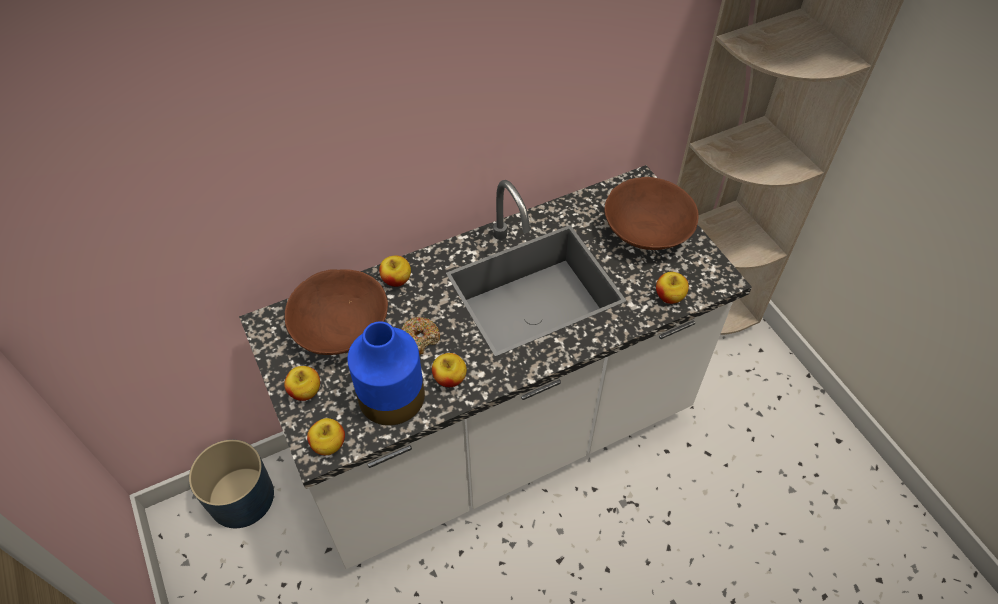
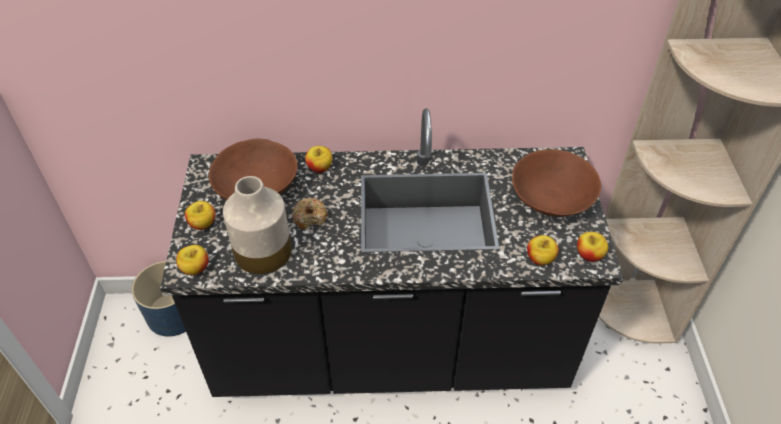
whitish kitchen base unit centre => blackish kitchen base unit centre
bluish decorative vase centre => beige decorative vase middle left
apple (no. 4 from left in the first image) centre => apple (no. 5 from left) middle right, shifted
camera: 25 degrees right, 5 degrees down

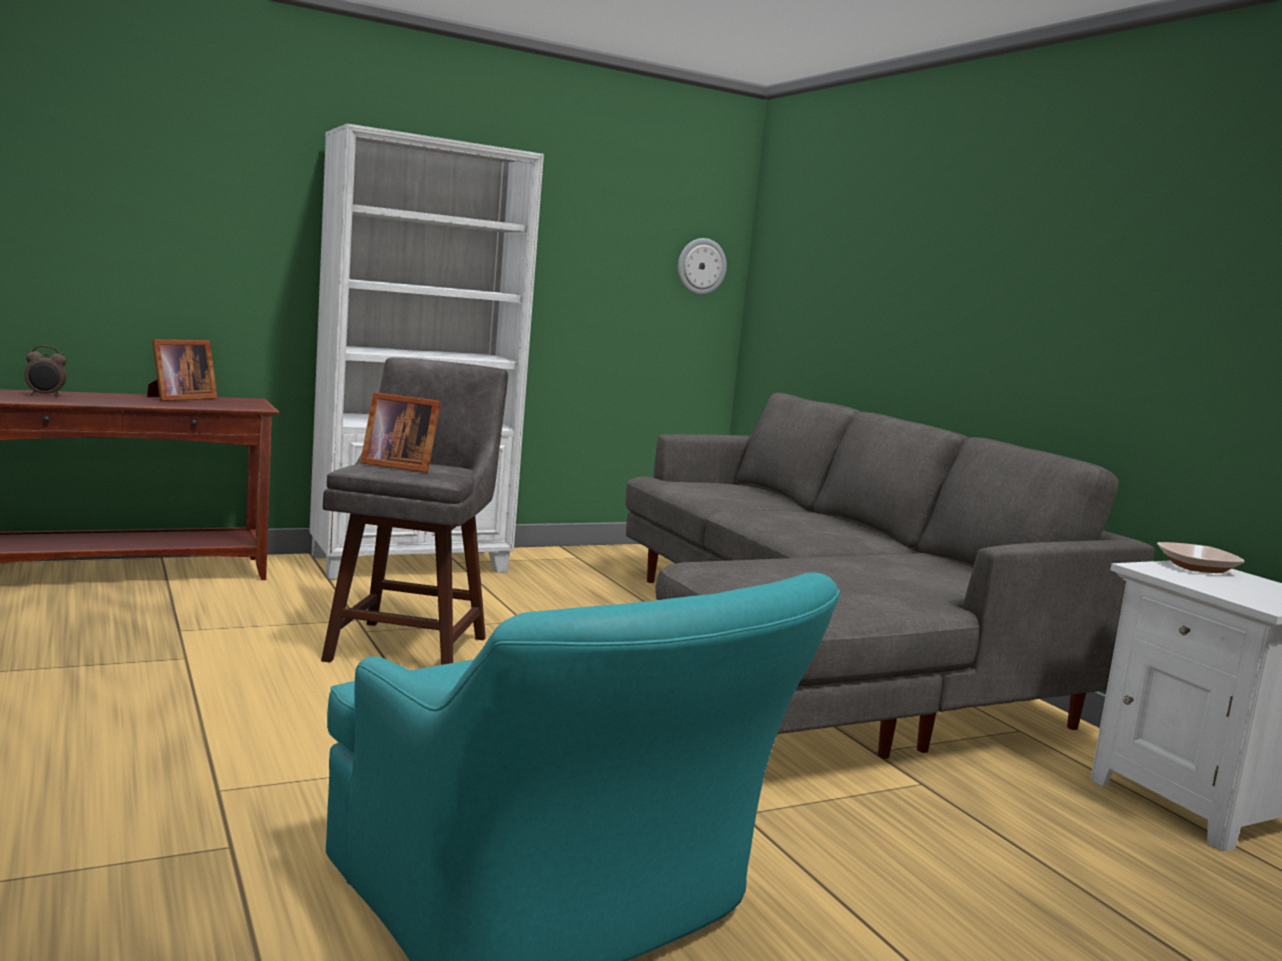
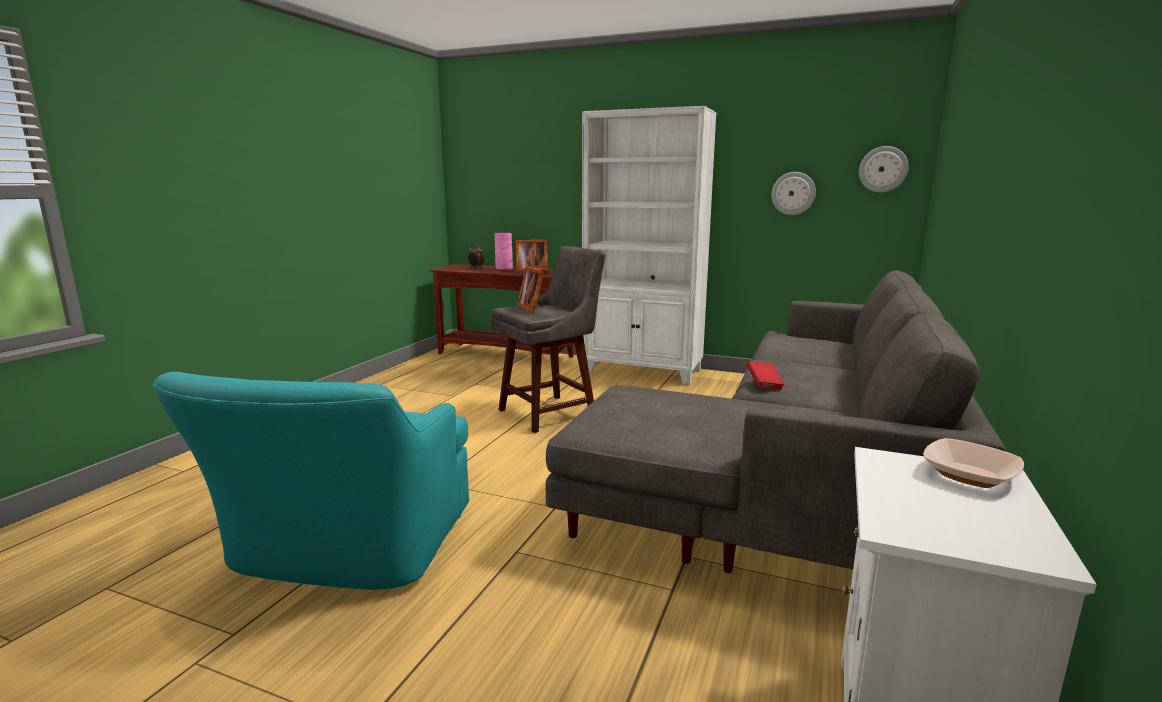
nothing => pinkish decorative vase centre
nothing => reddish bound book centre
nothing => clock on the wall (no. 1 from left) top right
camera: 50 degrees right, 5 degrees up

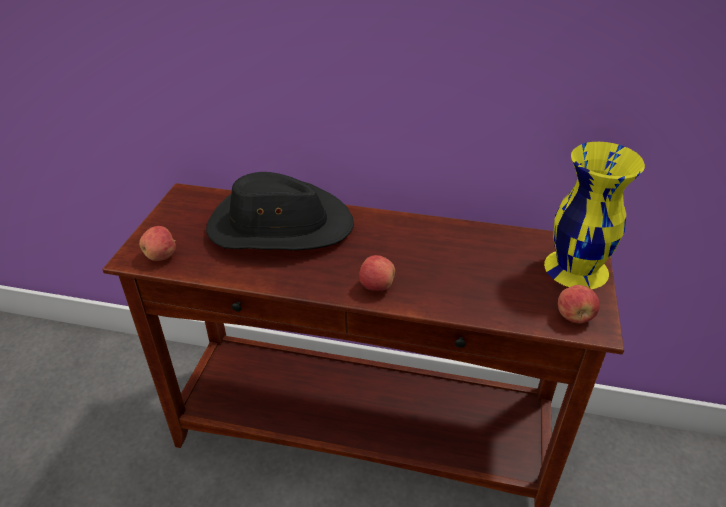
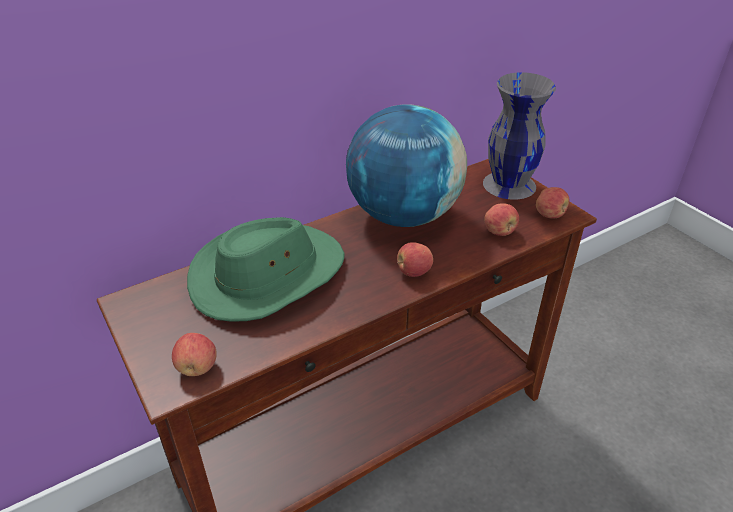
blackish hat centre => greenish hat centre
nothing => world globe top centre
yellowish decorative vase middle right => grey decorative vase top right
nothing => apple (no. 3 from left) middle right
camera: 45 degrees left, 0 degrees up

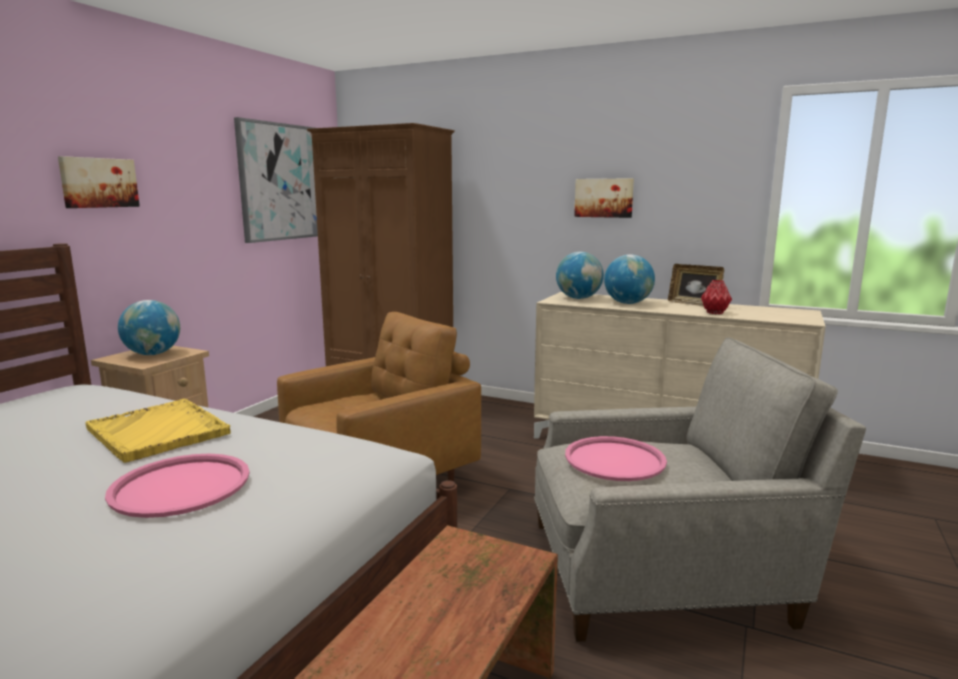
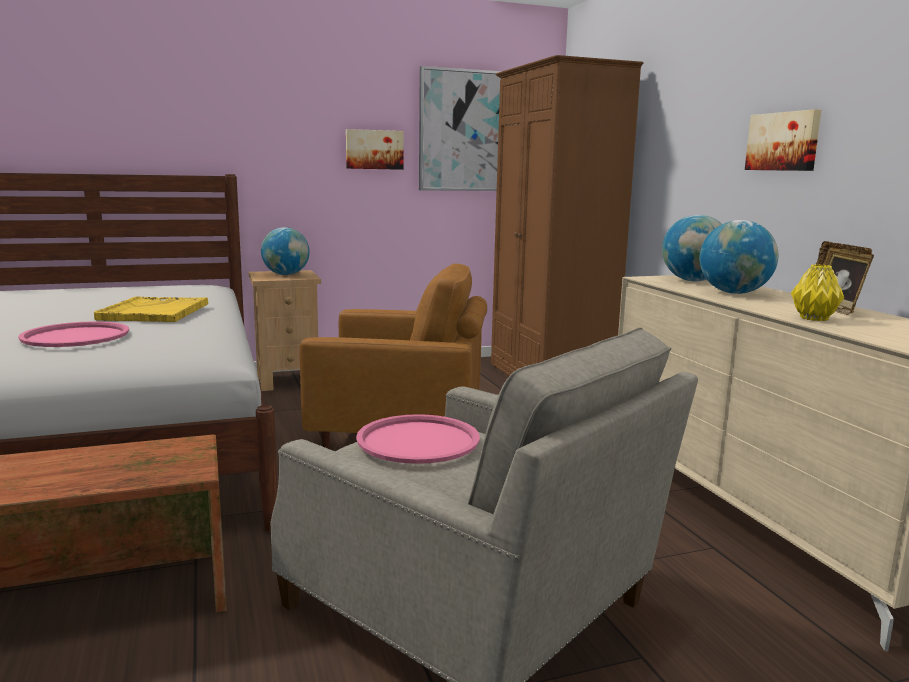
picture (no. 1 from left) top left => picture (no. 1 from left) top centre, shifted
reddish decorative vase middle right => yellowish decorative vase middle right
camera: 45 degrees right, 0 degrees up

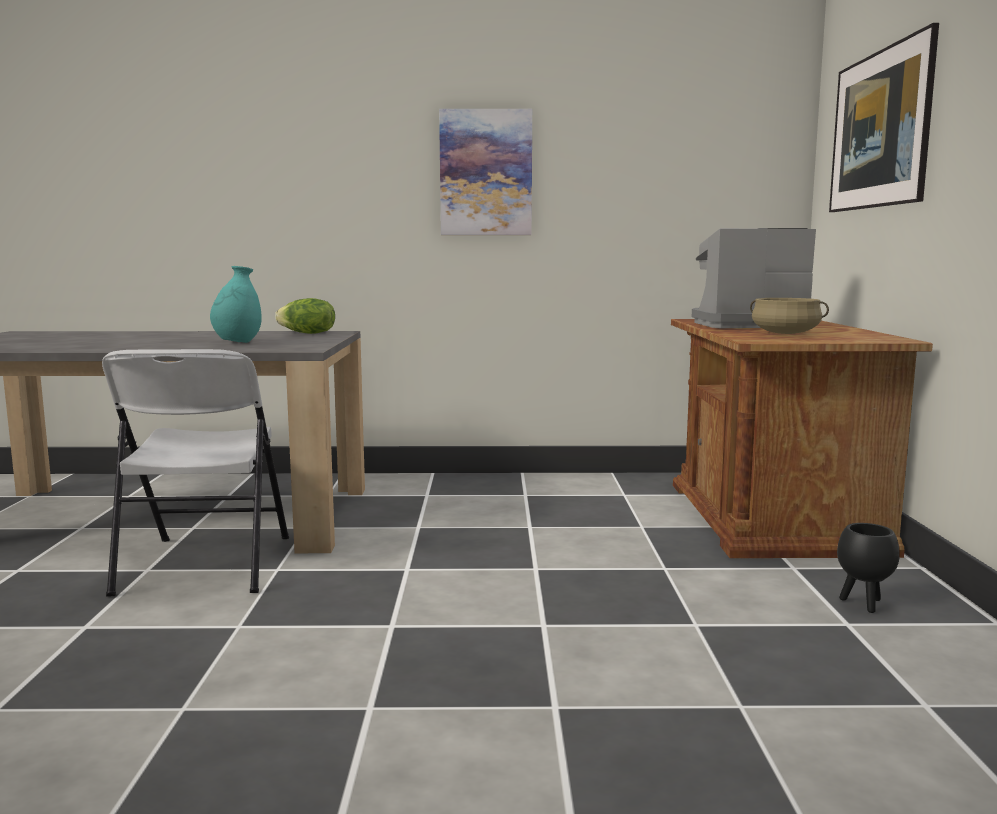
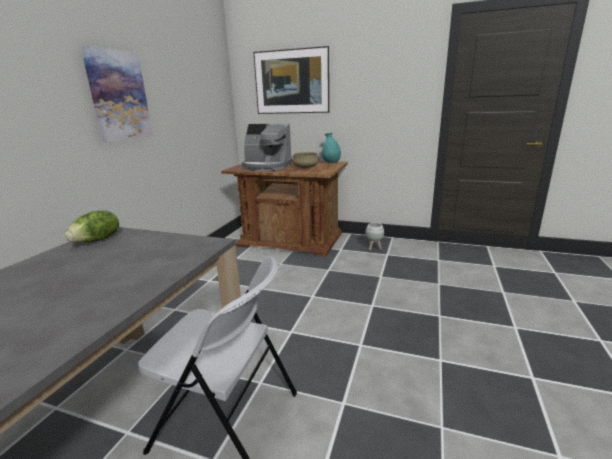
coffee maker middle right => coffee maker top centre, 90 degrees counterclockwise
turquoise decorative vase middle left => turquoise decorative vase top centre, shifted
blackish flower pot bottom right => whitish flower pot centre
camera: 70 degrees left, 10 degrees up

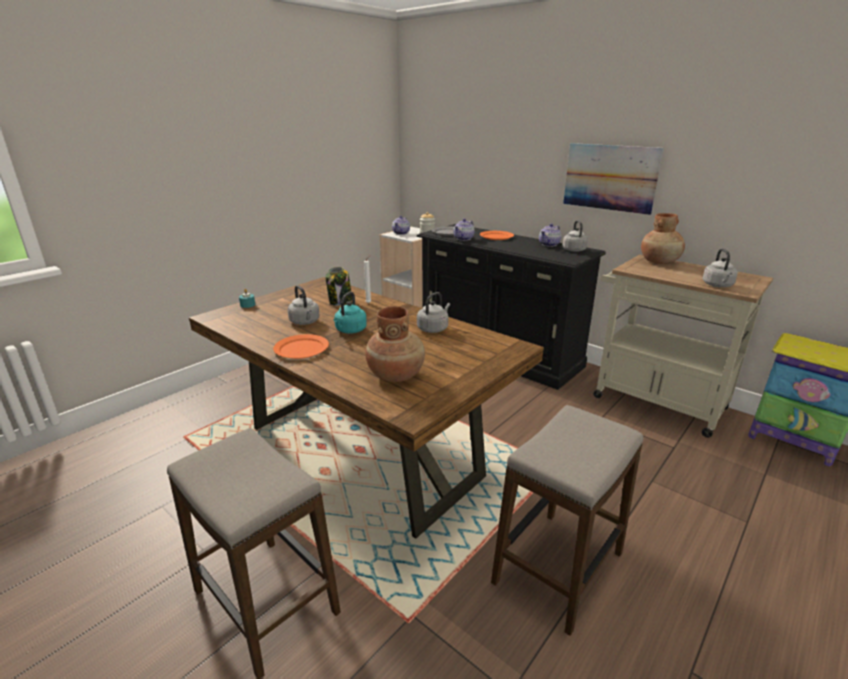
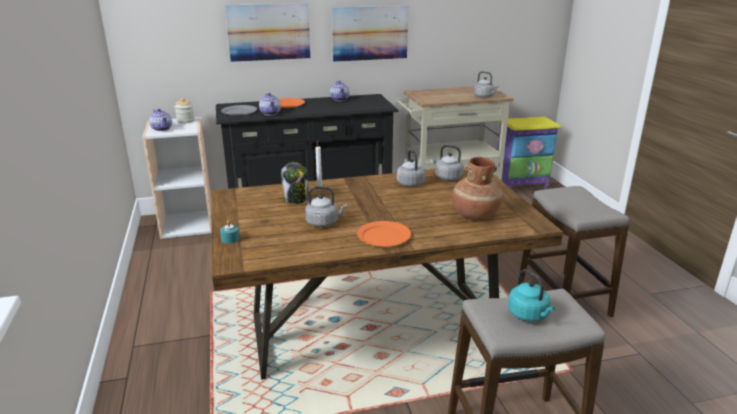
nothing => picture (no. 1 from left) top centre
grey kettle (no. 3 from left) middle right => grey kettle (no. 3 from left) centre, shifted
turquoise kettle centre => turquoise kettle bottom right, shifted
brownish decorative vase (no. 2 from left) middle right => nothing
camera: 55 degrees left, 0 degrees up

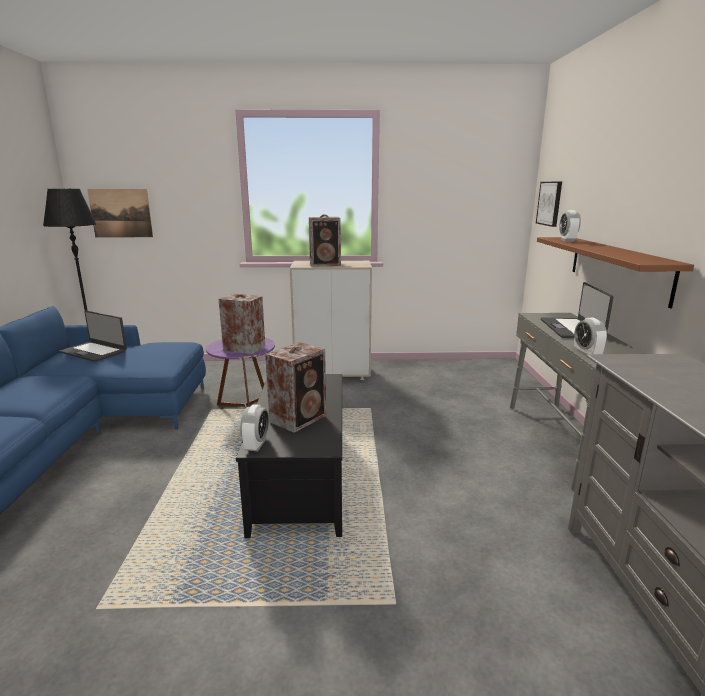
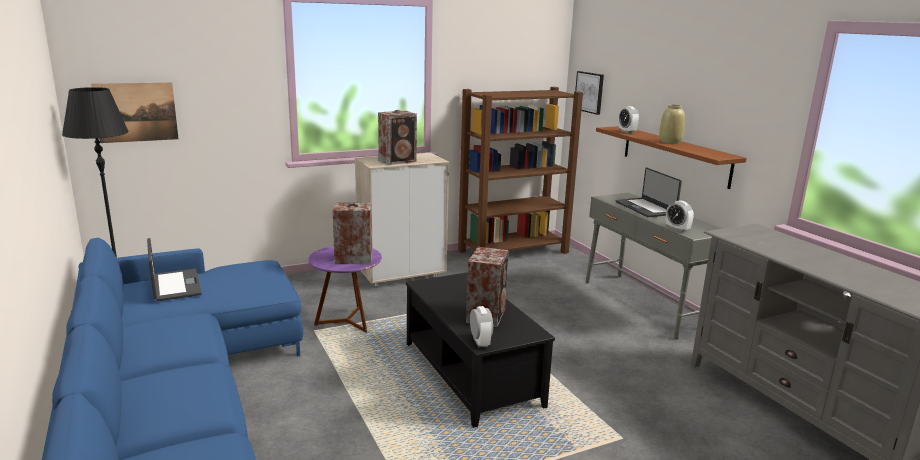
notebook computer (no. 1 from left) middle left, 120 degrees counterclockwise
nothing => brownish bookshelf centre
nothing => beige decorative vase top right
camera: 25 degrees left, 0 degrees up

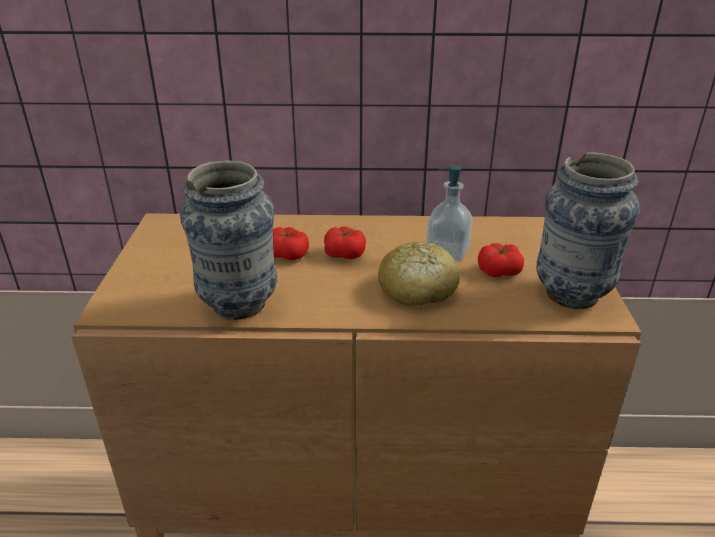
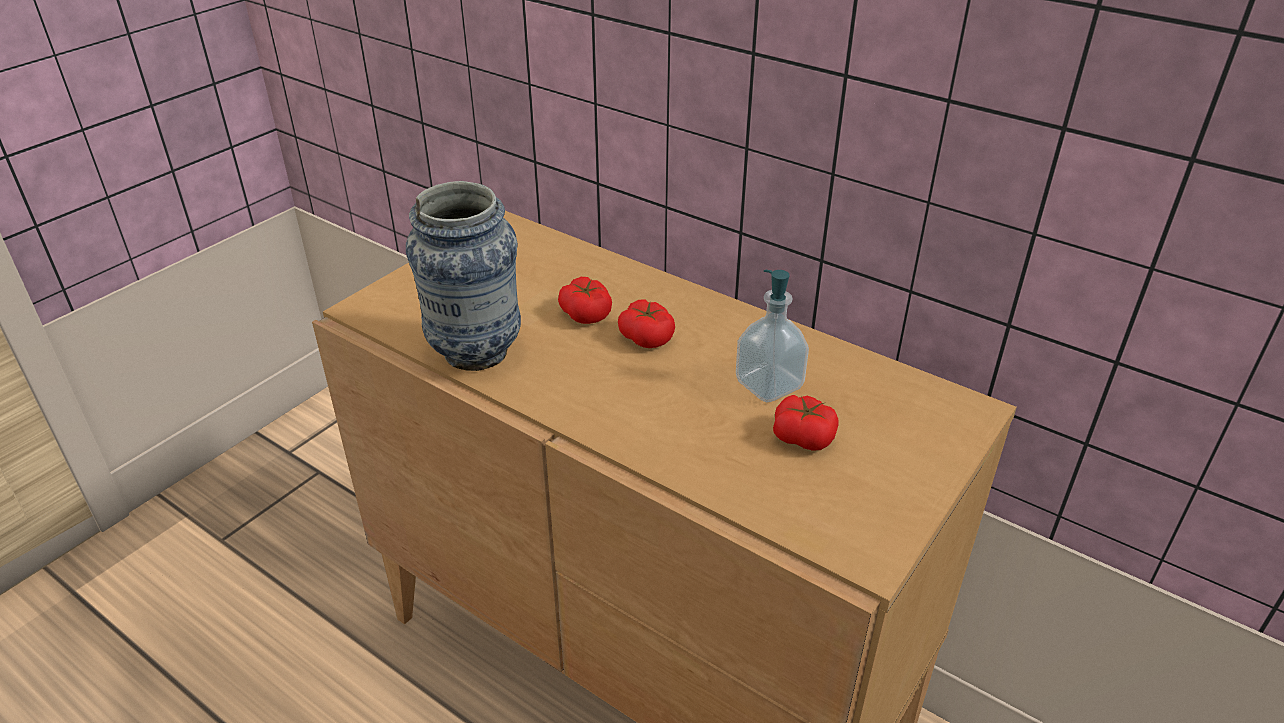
baked bread centre => nothing
decorative vase (no. 2 from left) middle right => nothing
camera: 35 degrees right, 5 degrees up

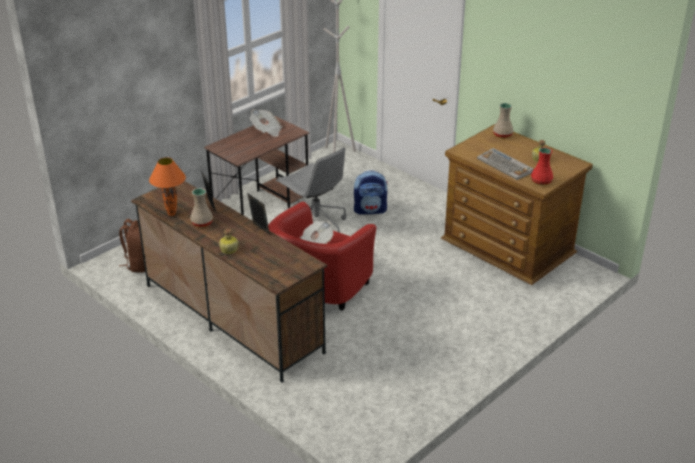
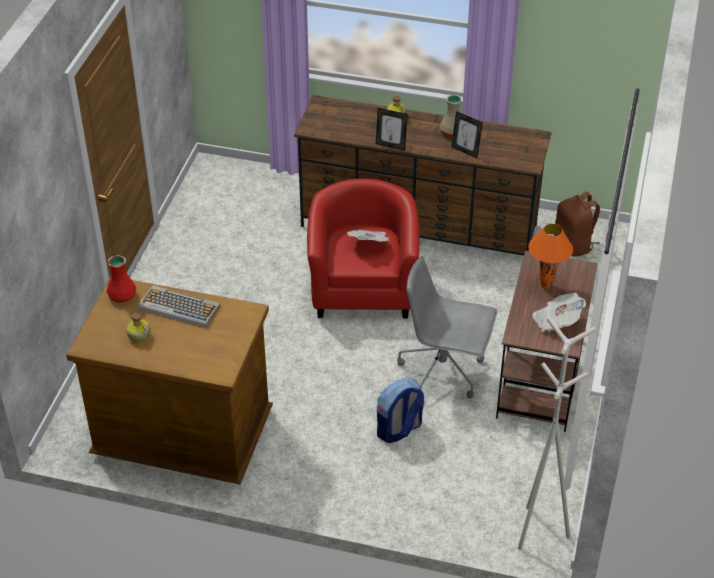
orangey table lamp middle left => orangey table lamp middle right, shifted
beige decorative vase (no. 2 from left) top right => nothing
camera: 150 degrees right, 10 degrees up

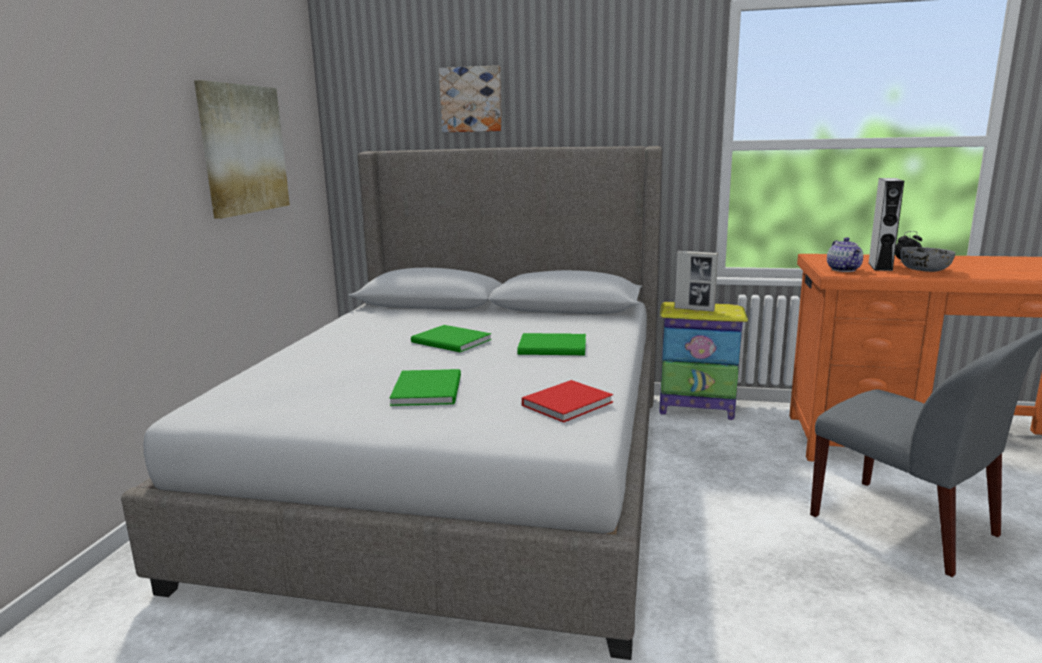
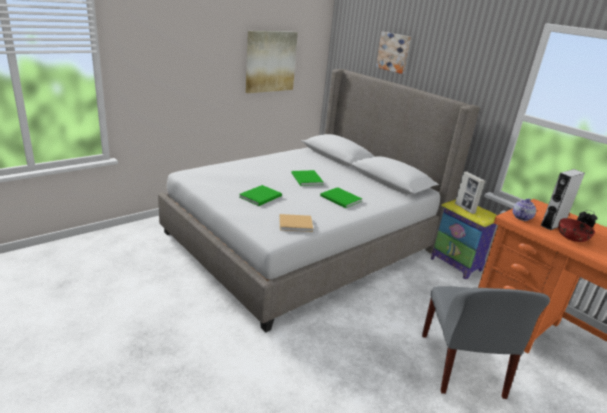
reddish bound book centre => beige bound book centre
grey bowl middle right => reddish bowl middle right
camera: 35 degrees right, 10 degrees up

